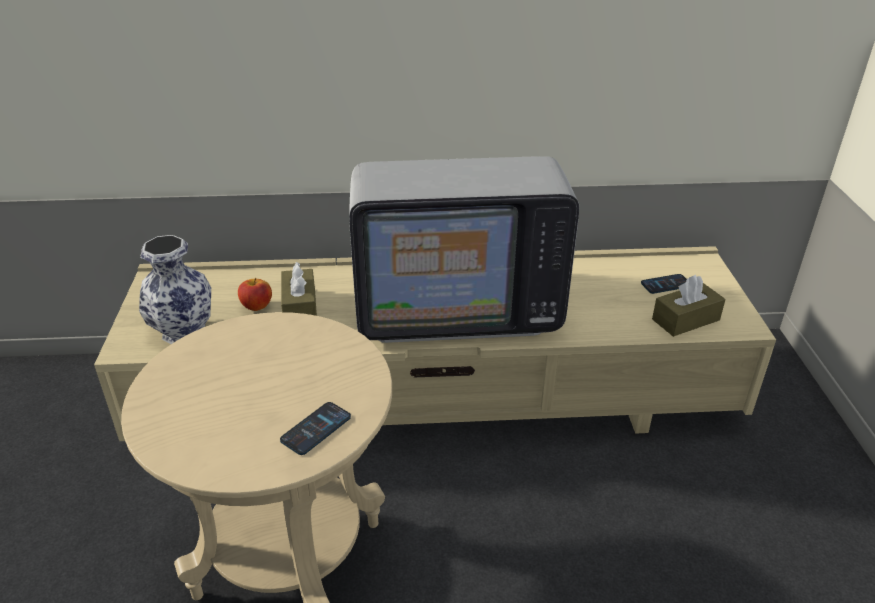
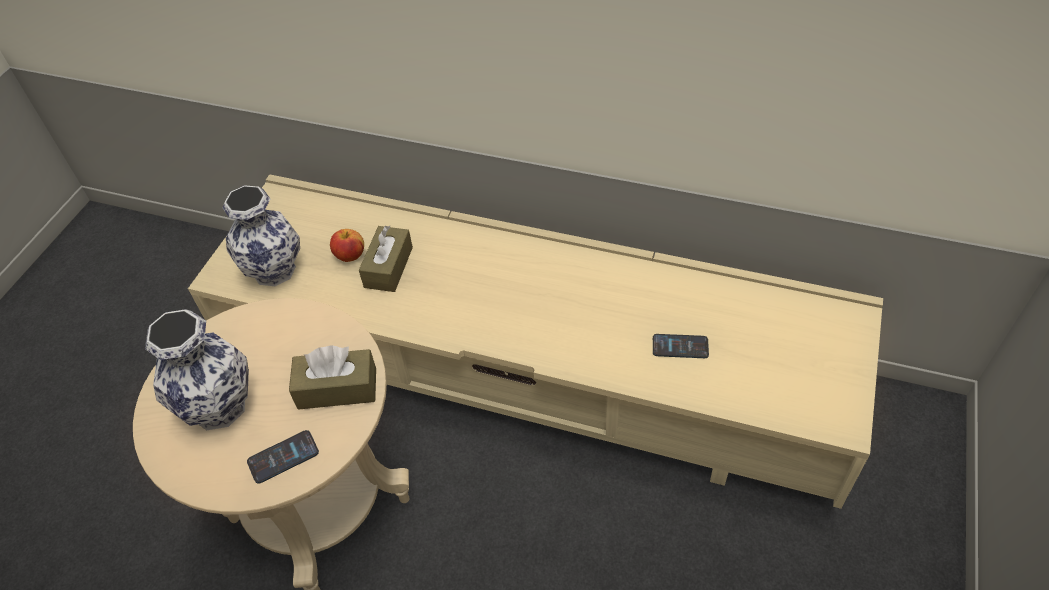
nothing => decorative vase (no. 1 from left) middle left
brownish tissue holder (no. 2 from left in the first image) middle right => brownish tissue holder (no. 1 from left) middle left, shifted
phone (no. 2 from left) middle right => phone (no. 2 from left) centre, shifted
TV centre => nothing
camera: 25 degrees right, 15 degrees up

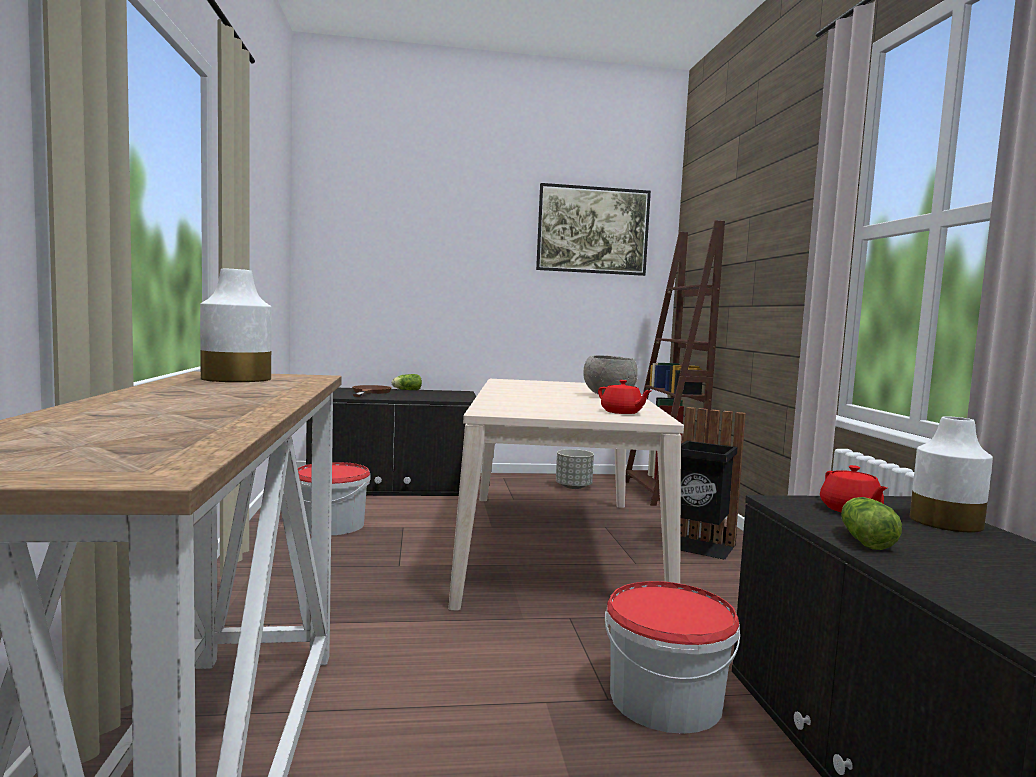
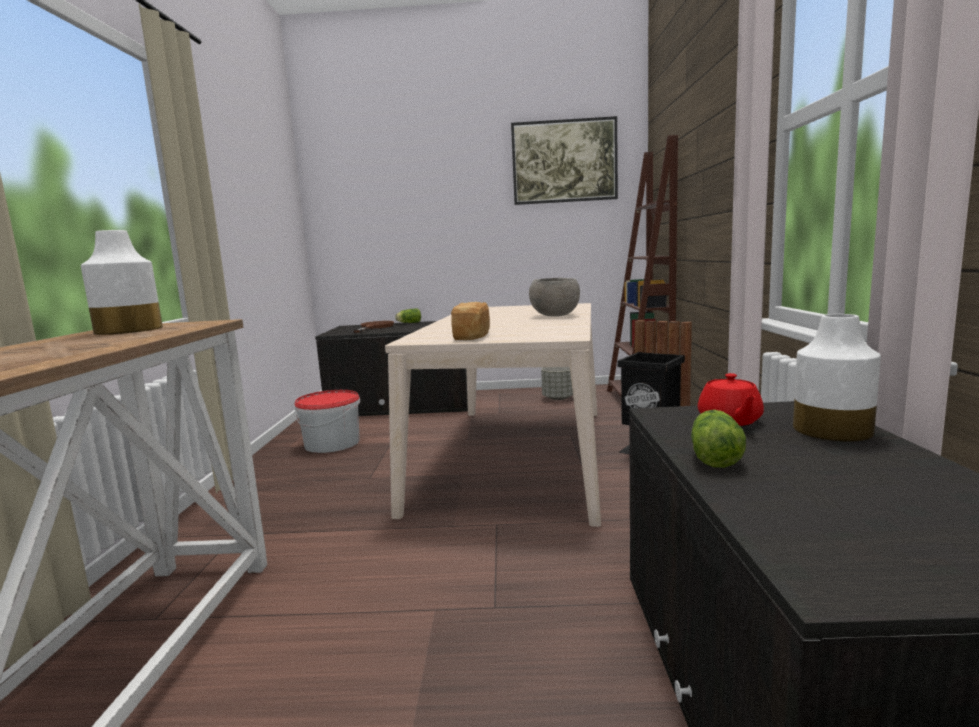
nothing => baked bread centre
reddish teapot (no. 1 from left) centre => nothing
pail (no. 2 from left) bottom centre => nothing
camera: 10 degrees right, 5 degrees up

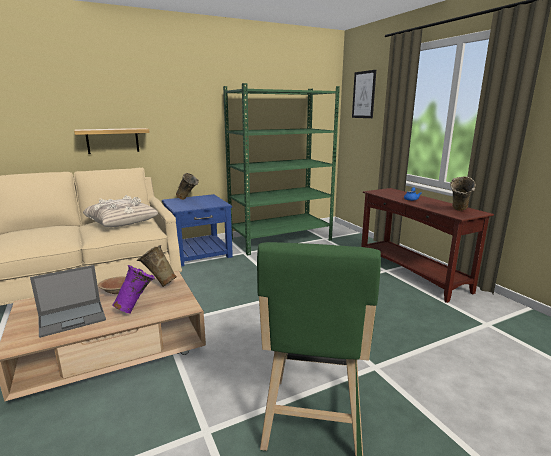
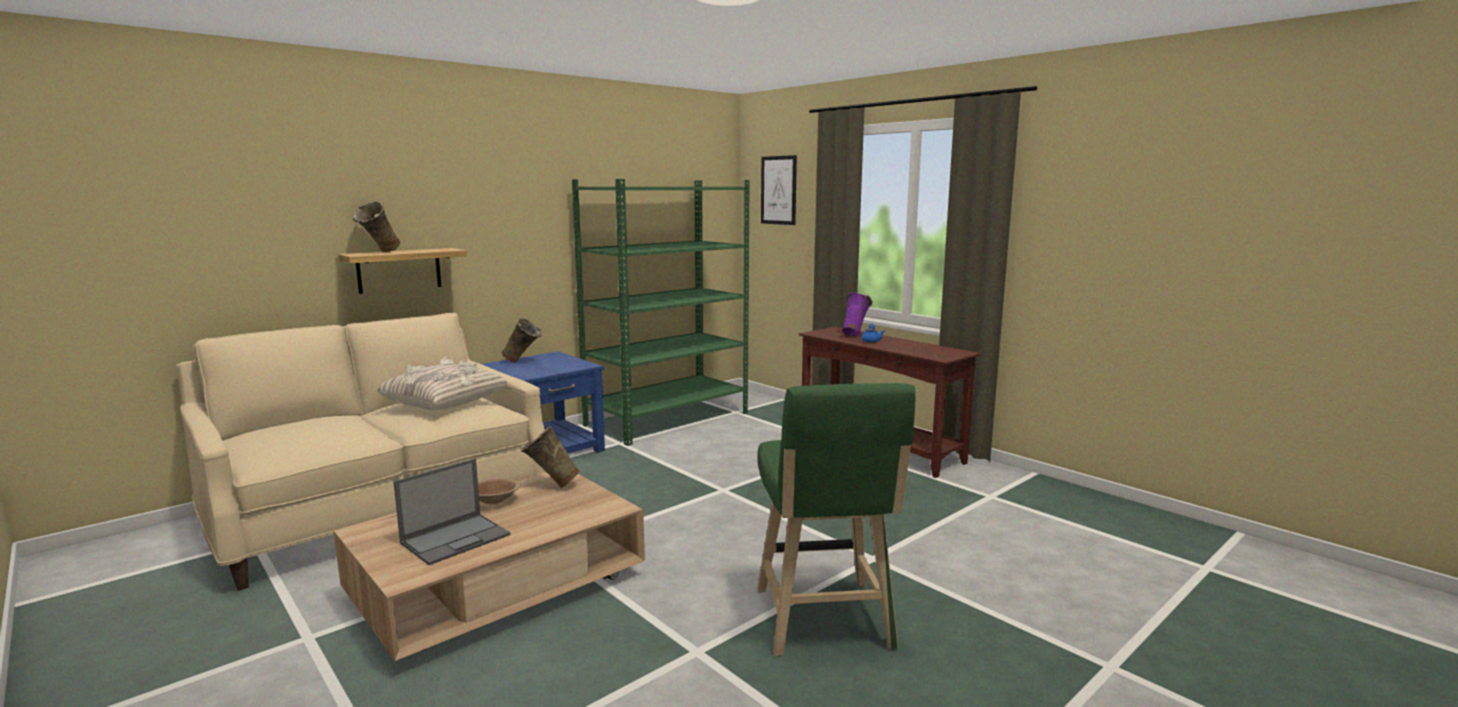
beige decorative vase (no. 3 from left in the first image) middle right => beige decorative vase (no. 1 from left) top left, shifted
purple-coloured decorative vase middle left => purple-coloured decorative vase centre, shifted
camera: 15 degrees left, 5 degrees down

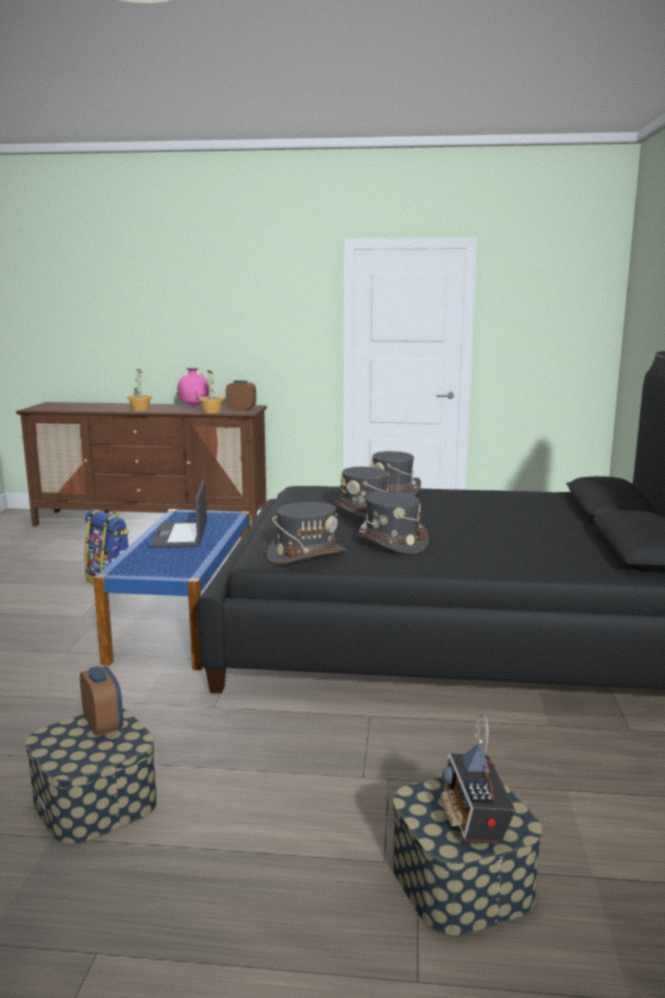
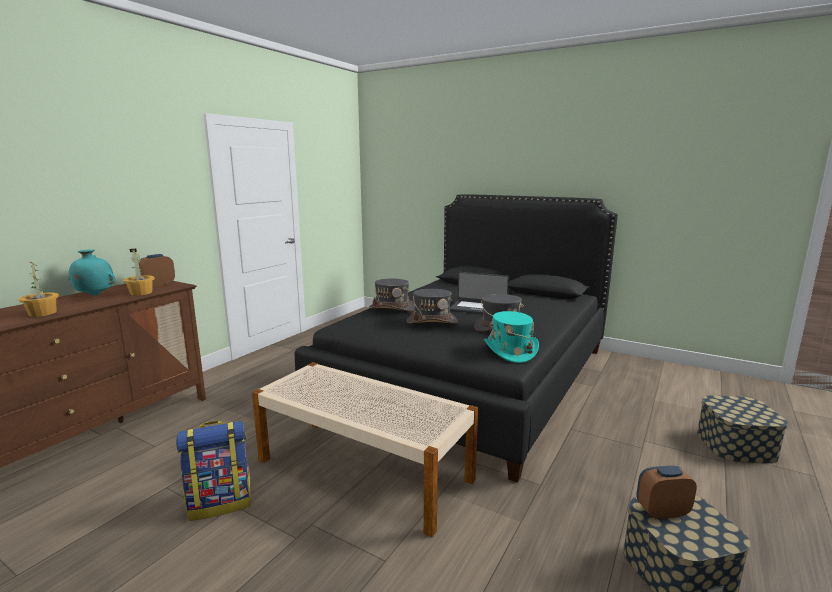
pinkish decorative vase middle left => turquoise decorative vase middle left
bluish bench middle left => beige bench bottom centre
notebook computer middle left => notebook computer centre, shifted
grey hat (no. 1 from left) centre => turquoise hat centre
radio set bottom right => nothing
camera: 65 degrees left, 0 degrees up

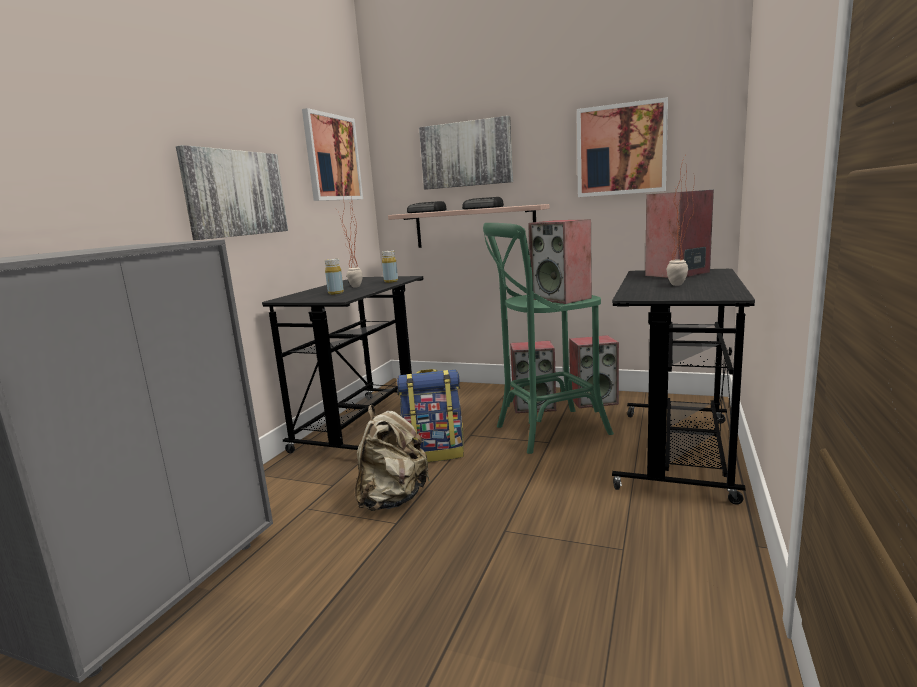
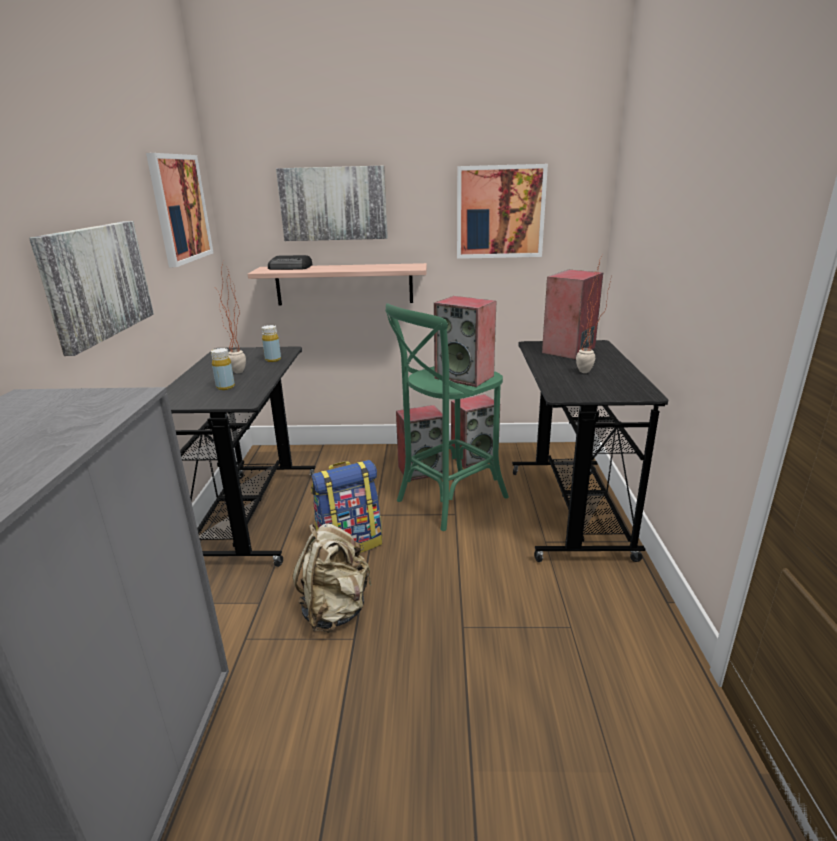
radio set (no. 2 from left) top centre => nothing
camera: 20 degrees left, 10 degrees up

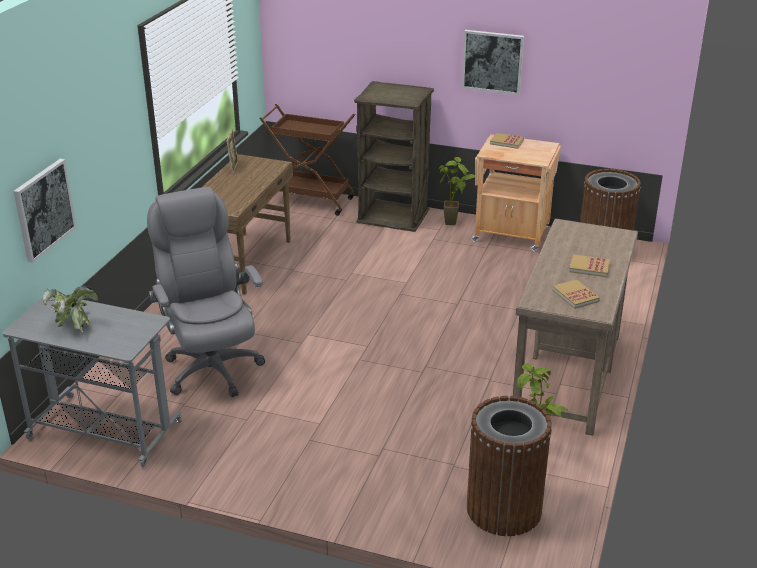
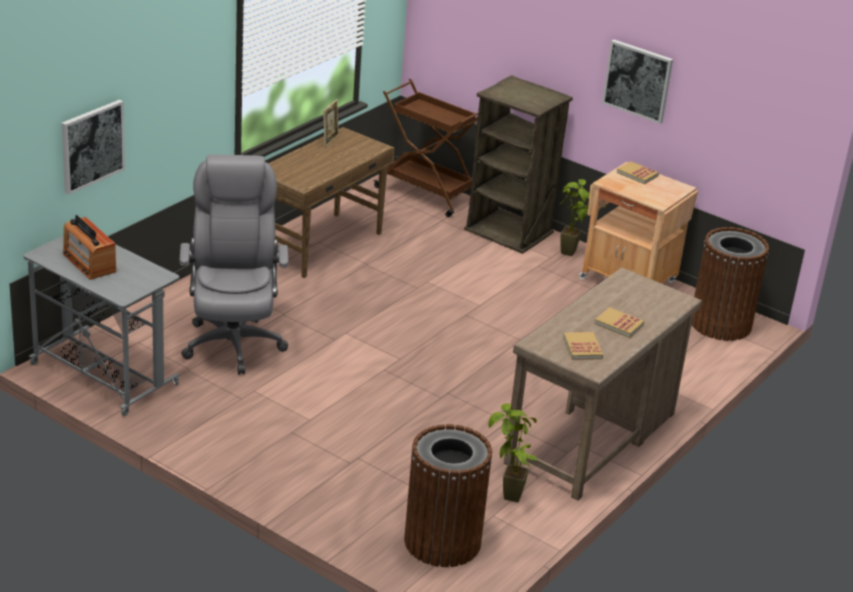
potted plant (no. 1 from left) middle left => radio set middle left
camera: 15 degrees right, 0 degrees up

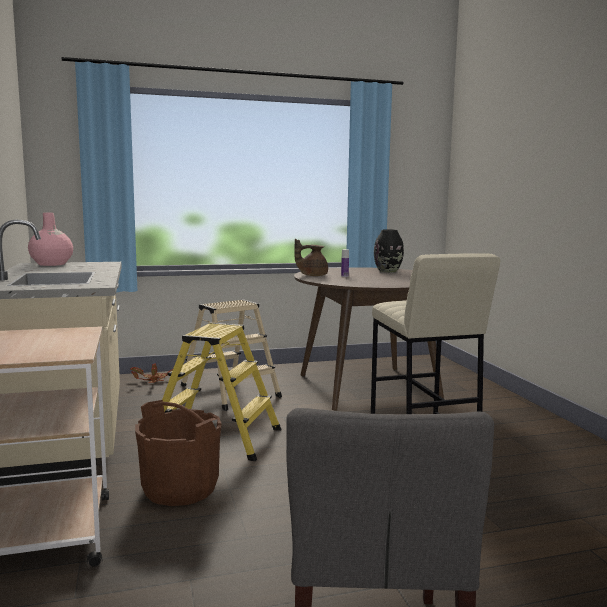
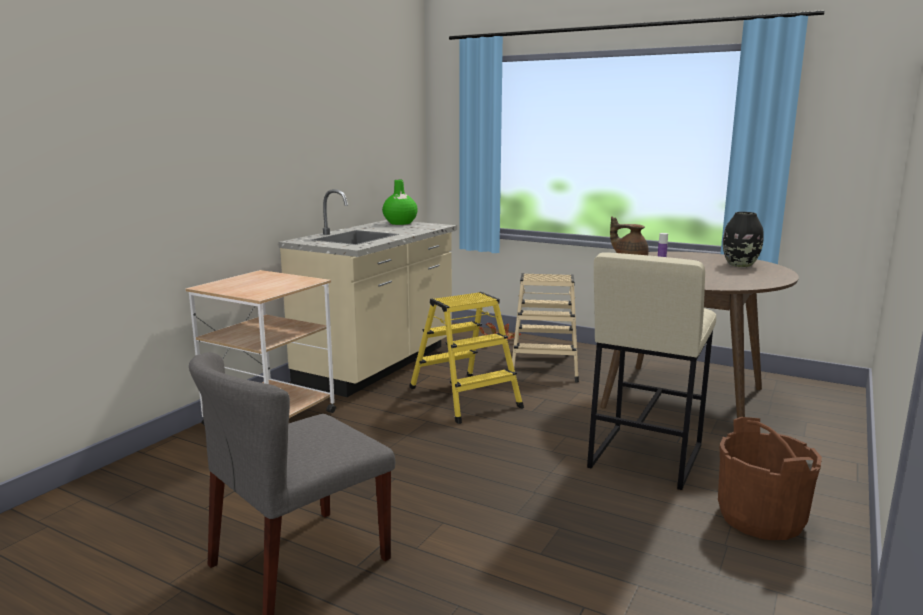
pinkish decorative vase middle left => greenish decorative vase top centre
brownish pail bottom left => brownish pail bottom right, shifted
camera: 45 degrees right, 5 degrees up

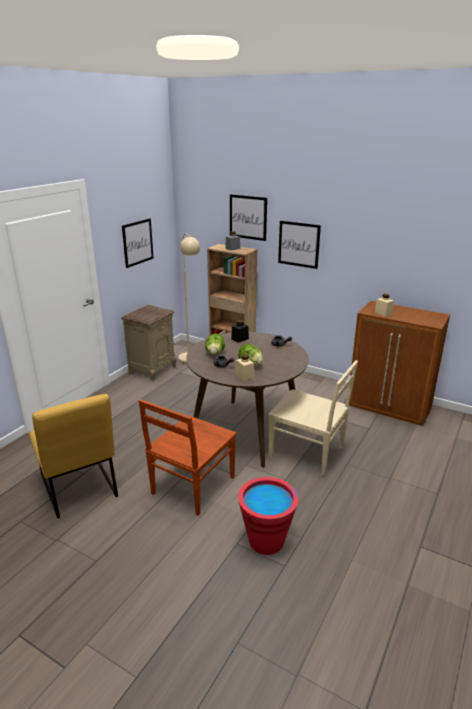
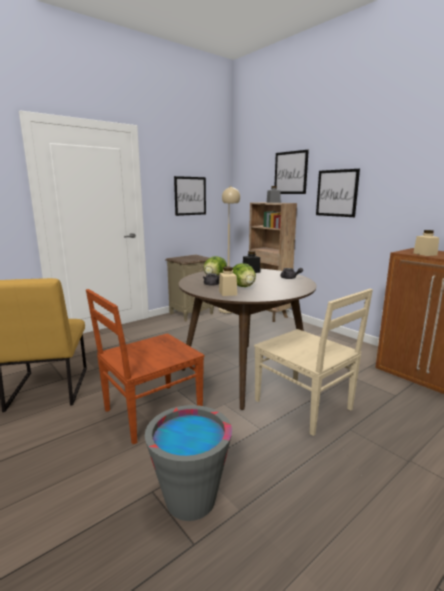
reddish pail bottom centre => grey pail bottom centre
camera: 20 degrees right, 10 degrees down

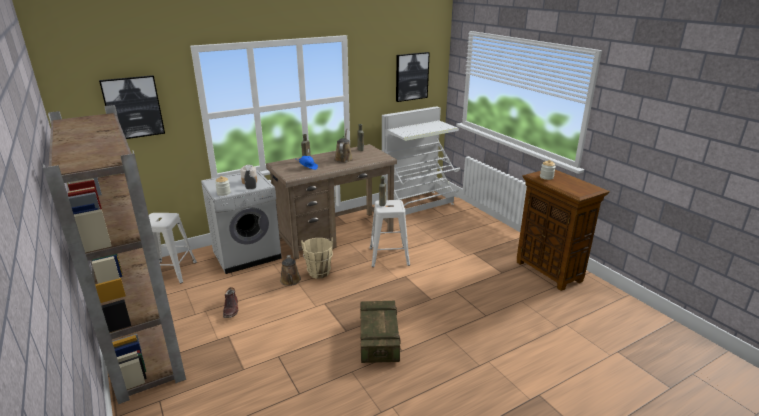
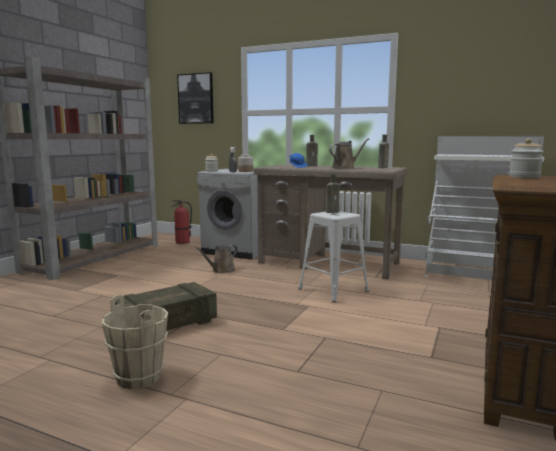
beige pail centre => beige pail bottom left, shifted
whitish stool (no. 1 from left) middle left => fire-fighting cylinder middle left
brownish boot bottom left => nothing
picture (no. 2 from left) top centre => nothing
camera: 55 degrees right, 15 degrees down

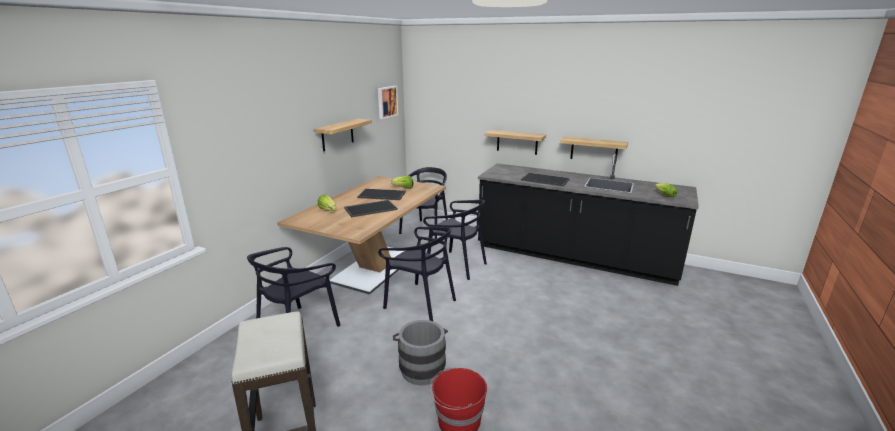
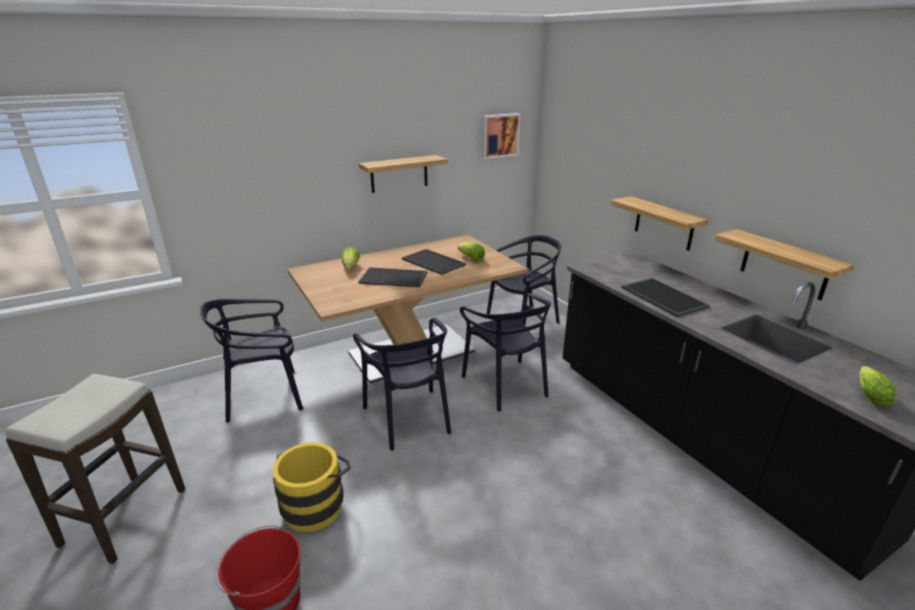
grey pail bottom centre => yellowish pail bottom centre
camera: 35 degrees right, 5 degrees up

